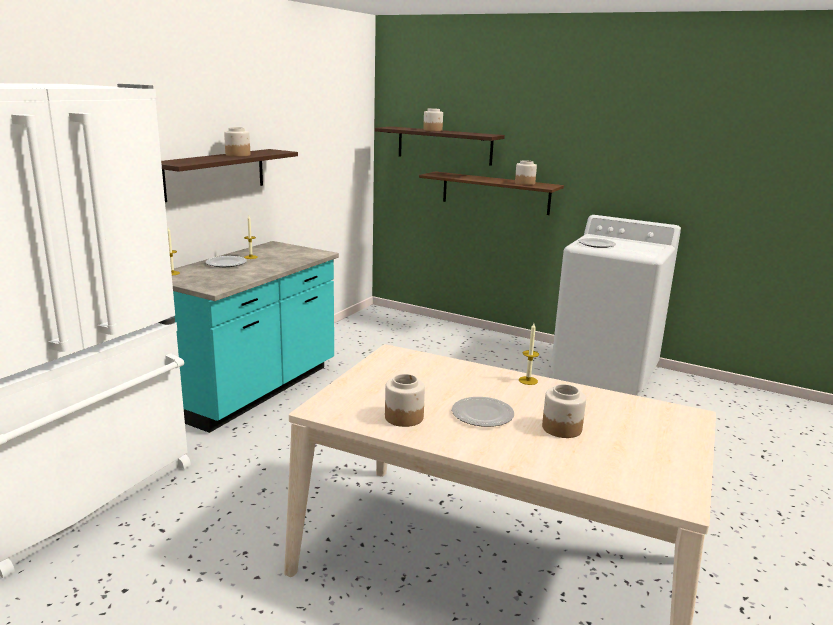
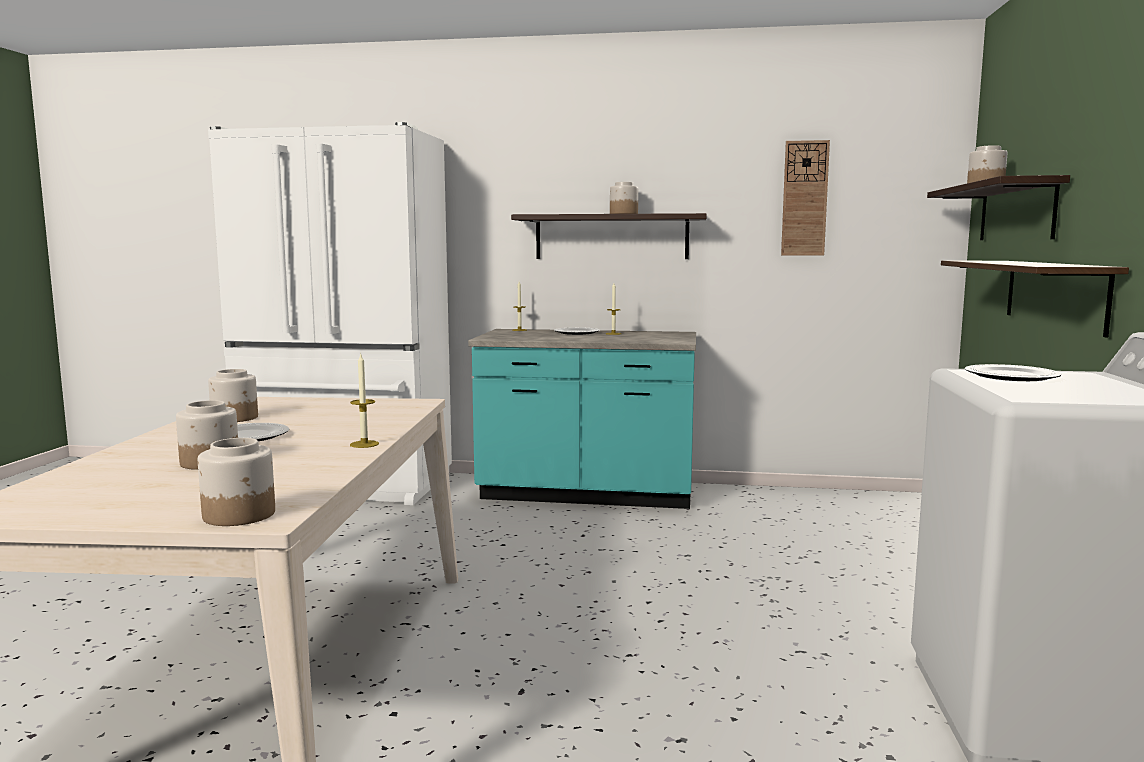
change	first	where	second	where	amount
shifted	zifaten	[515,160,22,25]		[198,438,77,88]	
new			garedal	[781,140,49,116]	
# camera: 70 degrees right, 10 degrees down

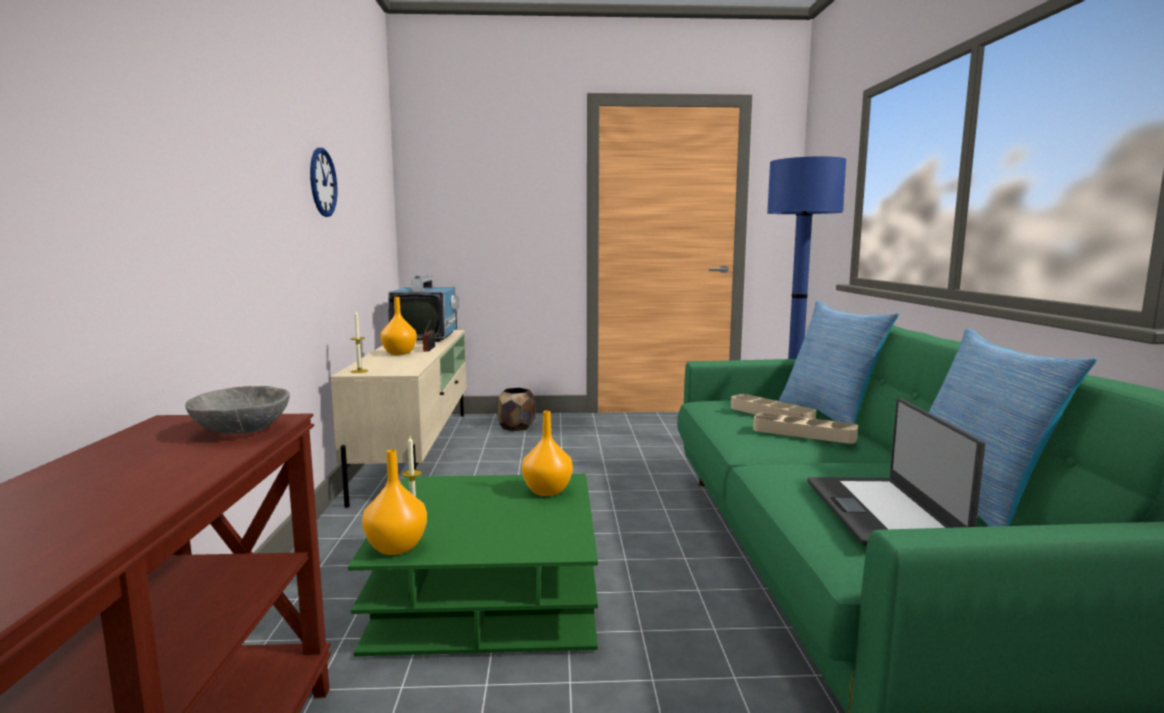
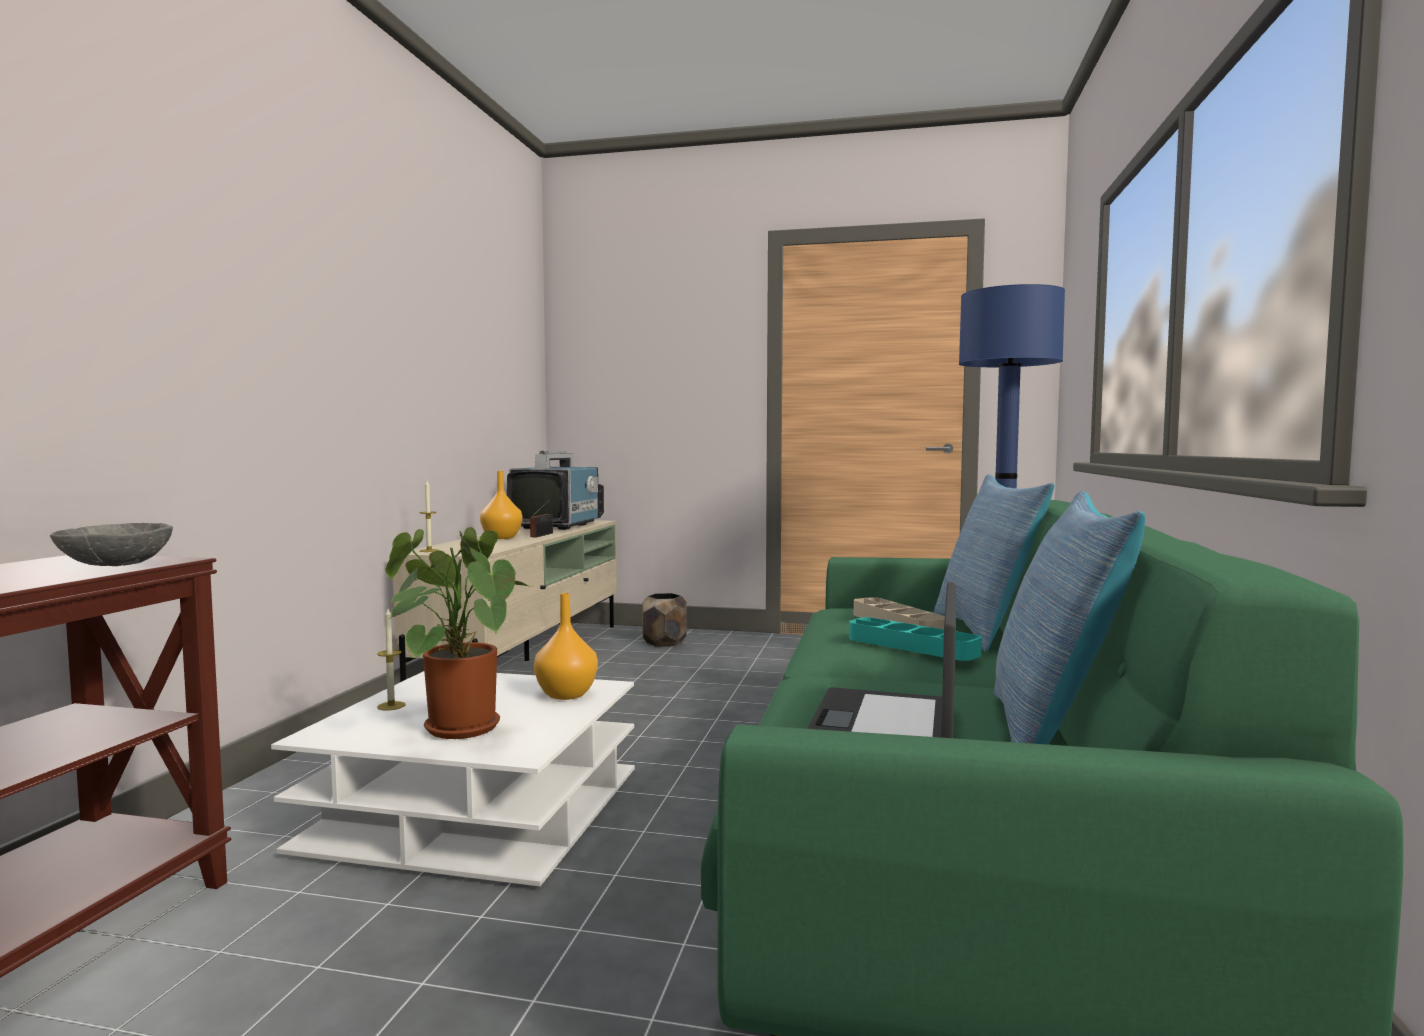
change	first	where	second	where	amount
gone	garedal	[310,148,27,69]			
repainted	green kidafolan	[348,474,250,182]	white kidafolan	[271,671,364,215]	
gone	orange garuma	[362,449,65,106]			
repainted	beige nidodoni	[753,413,105,31]	turquoise nidodoni	[849,617,133,44]	
new			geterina	[385,527,148,212]	
# camera: 15 degrees right, 5 degrees down

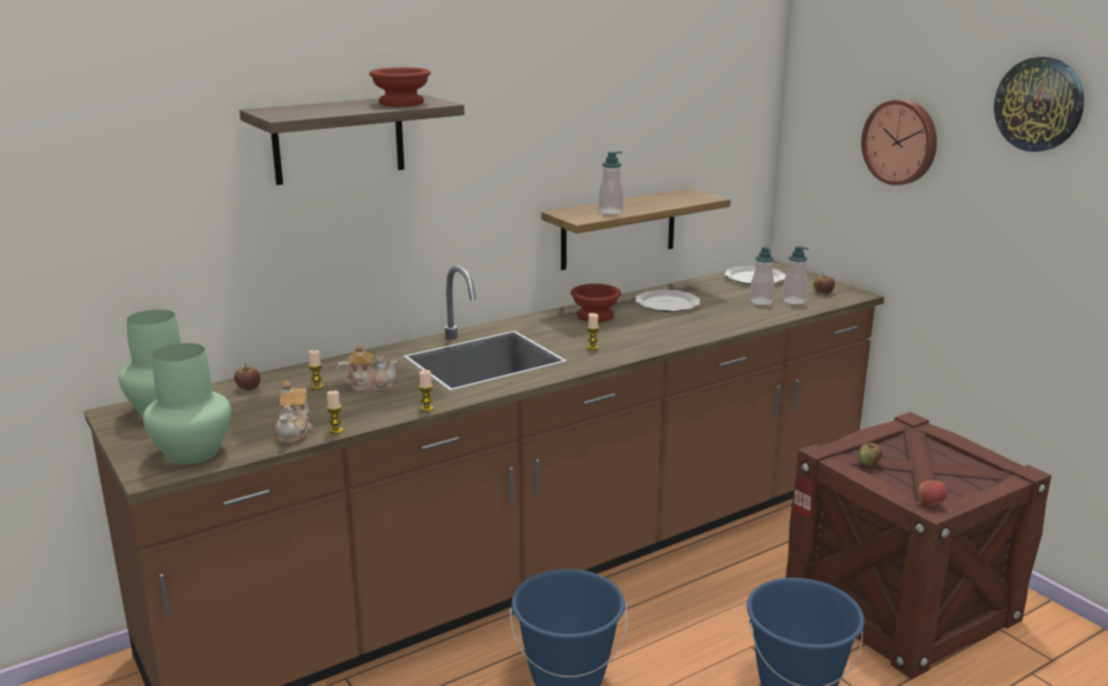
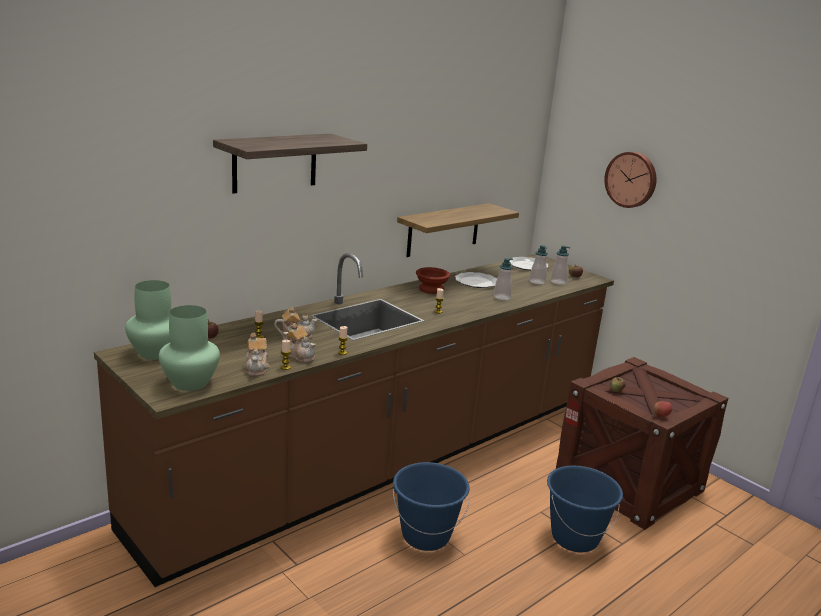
change	first	where	second	where	amount
gone	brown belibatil	[369,67,62,39]			
shifted	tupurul	[598,151,26,63]		[494,258,19,42]	
gone	garedal	[994,57,90,95]			
new			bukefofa	[283,323,33,40]	
# camera: 10 degrees left, 0 degrees up

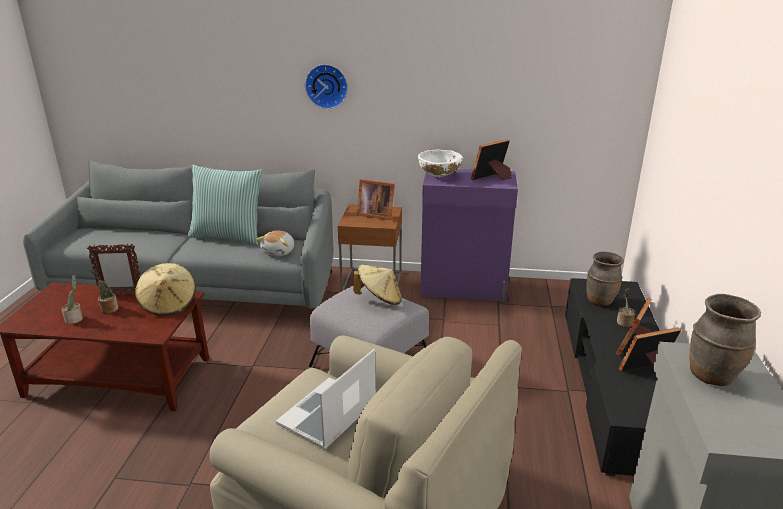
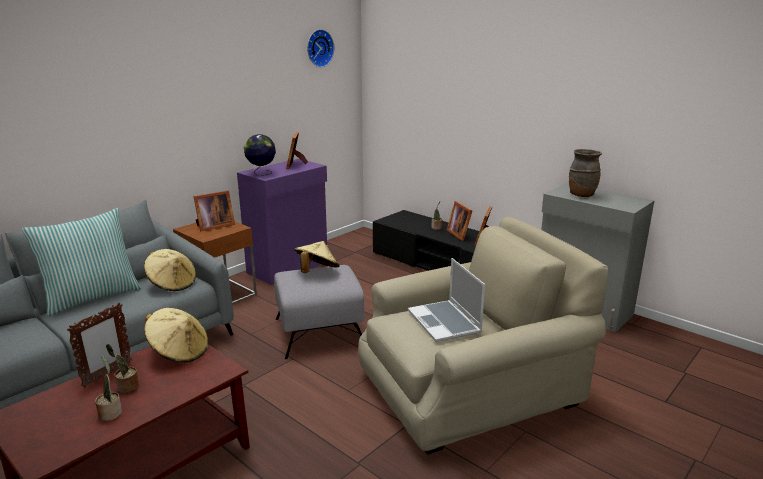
change	first	where	second	where	amount
swapped	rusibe	[256,231,38,25]	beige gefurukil	[144,249,52,42]	
shifted	garedal	[305,64,43,45]		[307,29,27,38]	
swapped	white belibatil	[418,150,45,27]	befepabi	[244,134,32,42]	
gone	brown garuma	[587,251,37,55]			
# camera: 55 degrees left, 5 degrees down

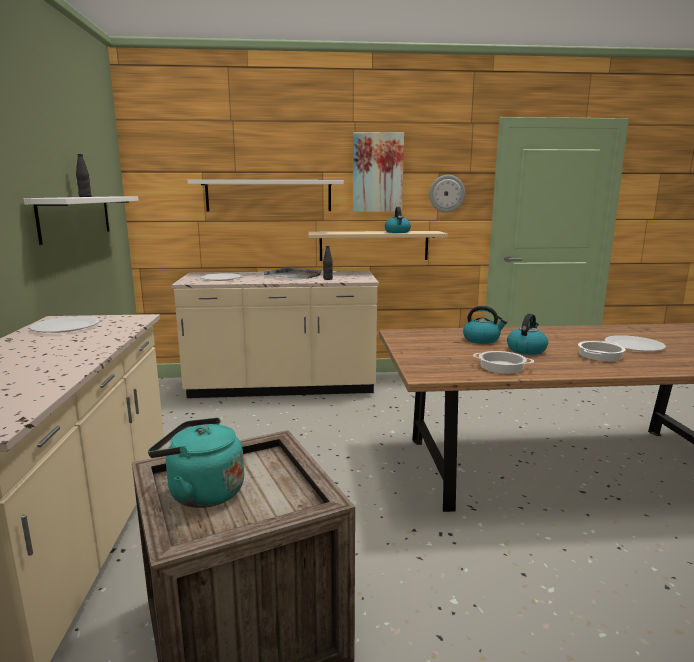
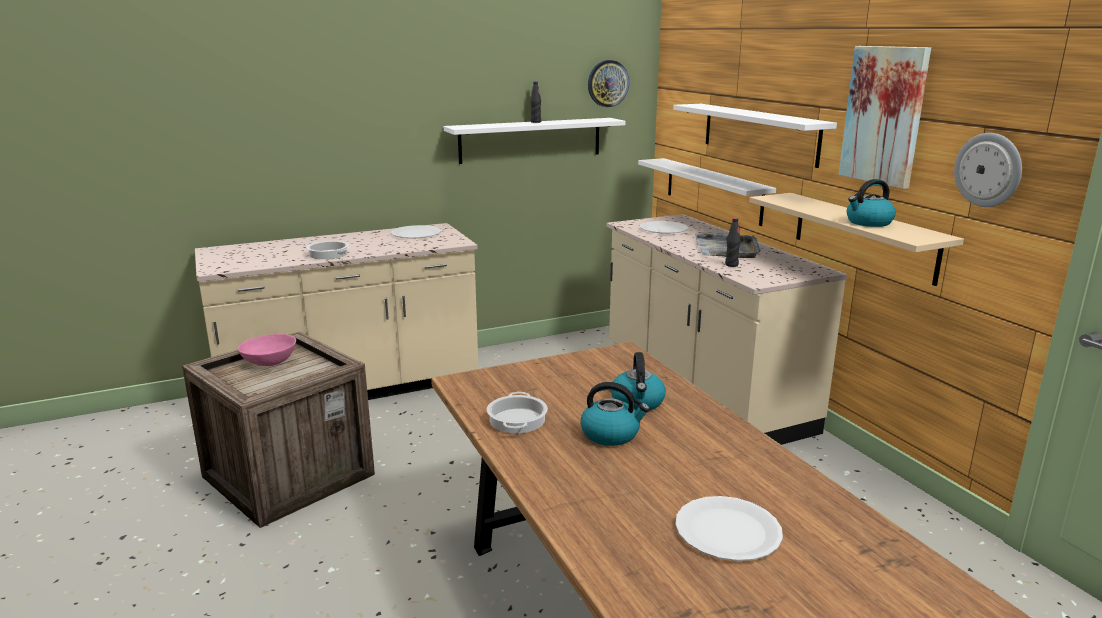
change	first	where	second	where	amount
swapped	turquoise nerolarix	[148,418,96,90]	pink belibatil	[238,334,58,32]	
shifted	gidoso	[578,341,48,20]		[305,241,45,18]	
new			garedal	[588,60,41,47]	
new			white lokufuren	[638,158,138,68]	
# camera: 70 degrees right, 5 degrees up

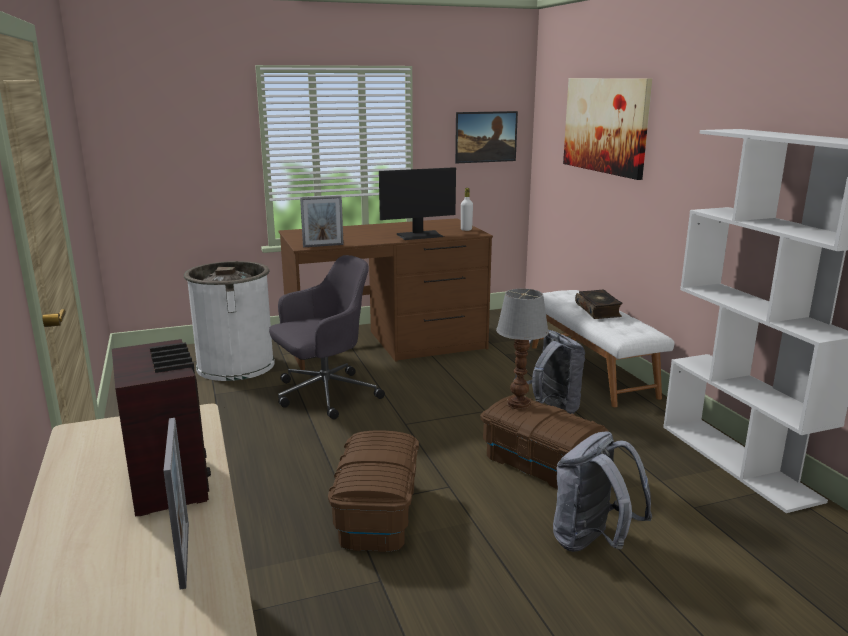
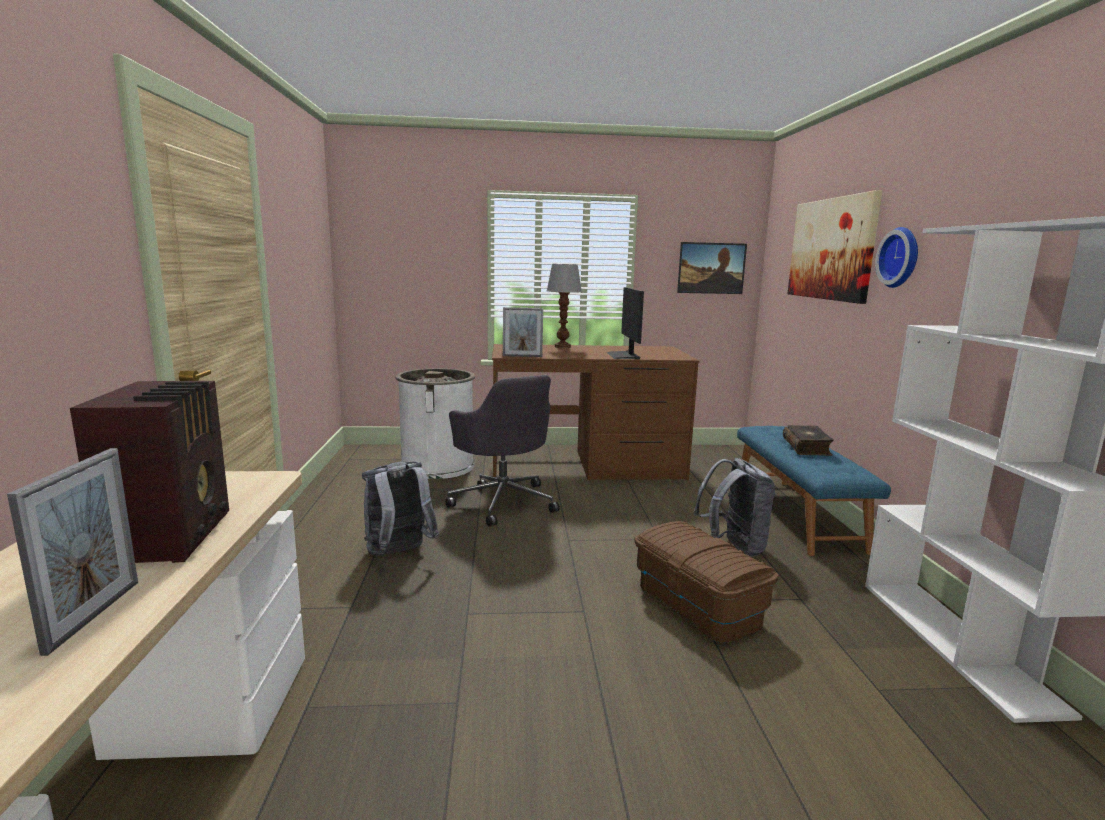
change	first	where	second	where	amount
rotated	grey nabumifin	[269,255,116,165]		[445,375,115,151]	75 degrees clockwise
gone	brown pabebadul	[328,430,91,122]			
rotated	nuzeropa	[379,167,77,73]		[607,287,37,72]	90 degrees clockwise
gone	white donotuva	[461,188,12,43]			
shifted	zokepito	[496,289,53,121]		[546,264,36,84]	
repainted	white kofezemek	[532,290,143,117]	blue kofezemek	[737,426,154,130]	
shifted	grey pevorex	[553,431,99,121]		[362,462,78,94]	
new			garedal	[875,227,43,61]	
# camera: 15 degrees right, 5 degrees down

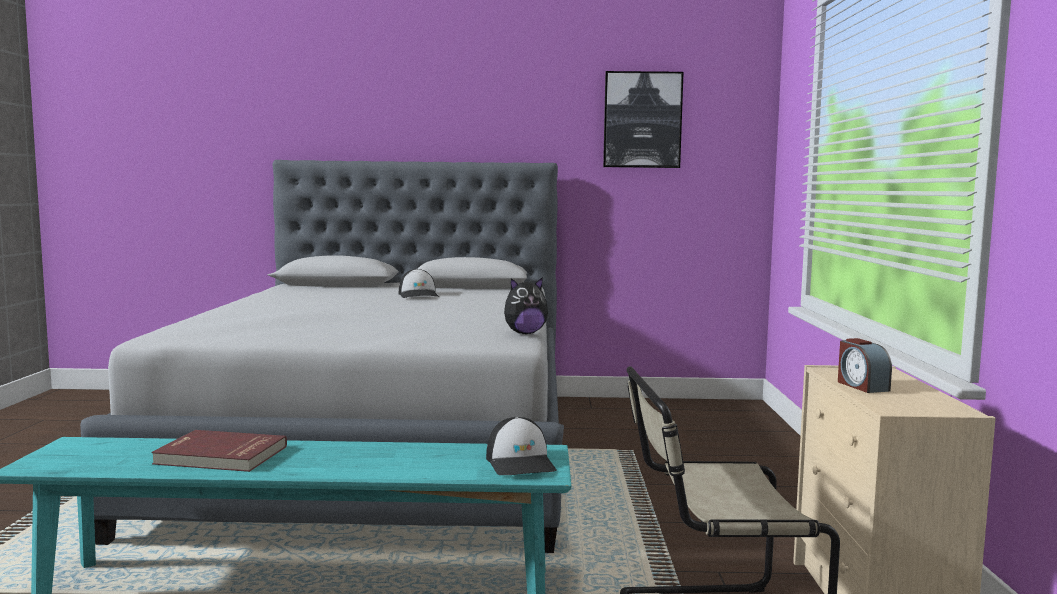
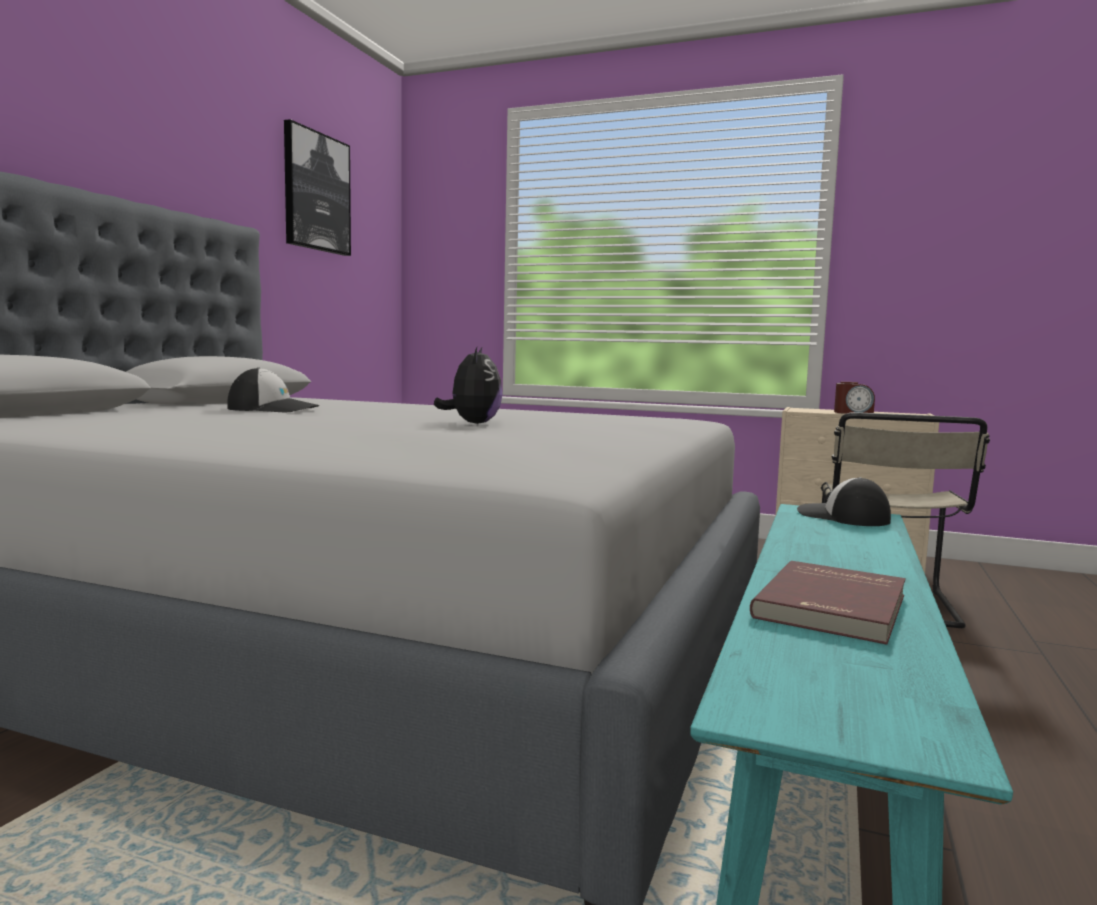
change	first	where	second	where	amount
rotated	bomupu	[486,417,71,58]		[797,477,94,49]	135 degrees counterclockwise
shifted	rusibe	[504,277,44,57]		[434,347,68,77]	
# camera: 70 degrees left, 0 degrees up

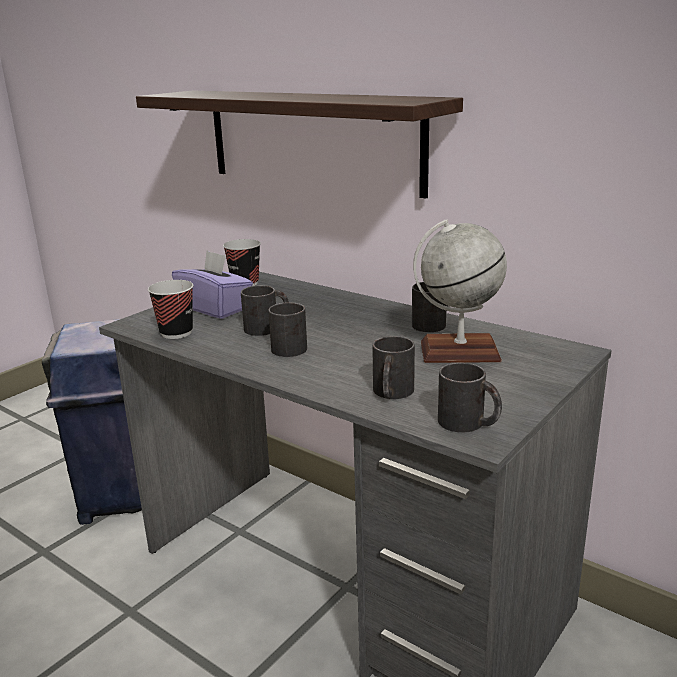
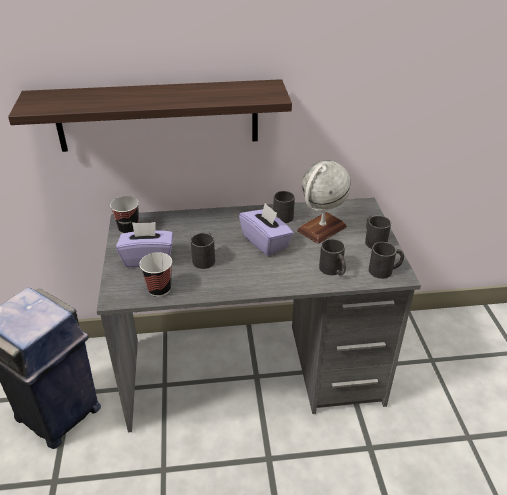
change	first	where	second	where	amount
shifted	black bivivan	[268,302,39,55]		[365,215,26,34]	
new			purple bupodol	[239,203,55,53]	
# camera: 45 degrees left, 15 degrees up

